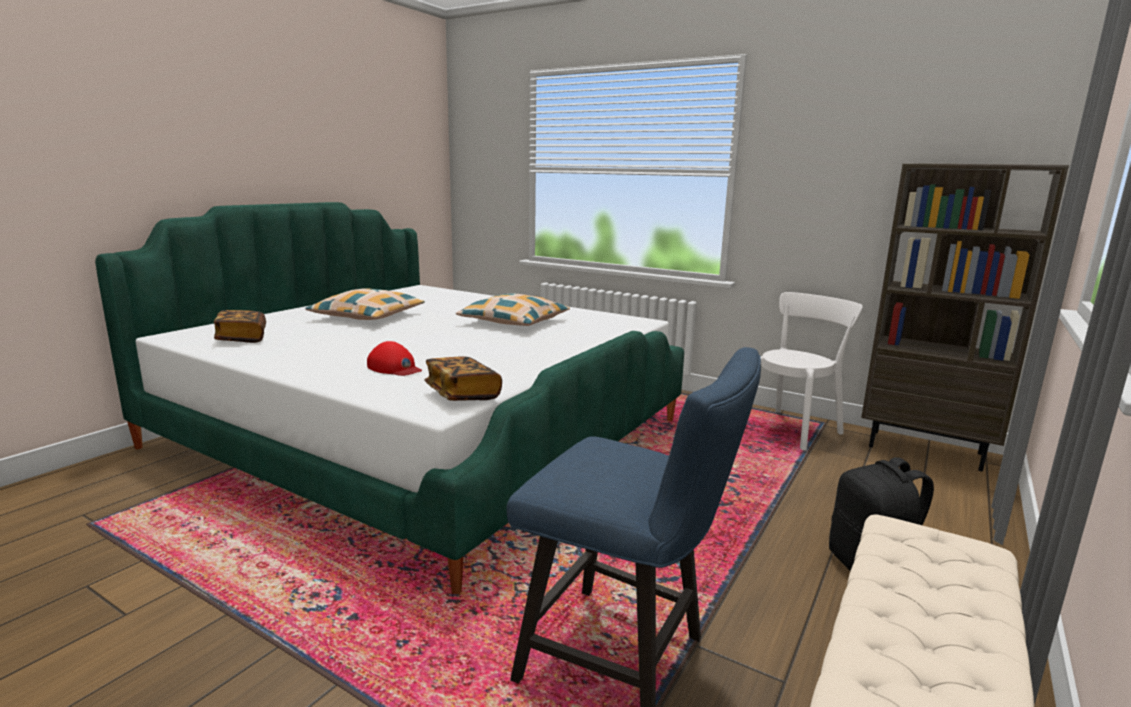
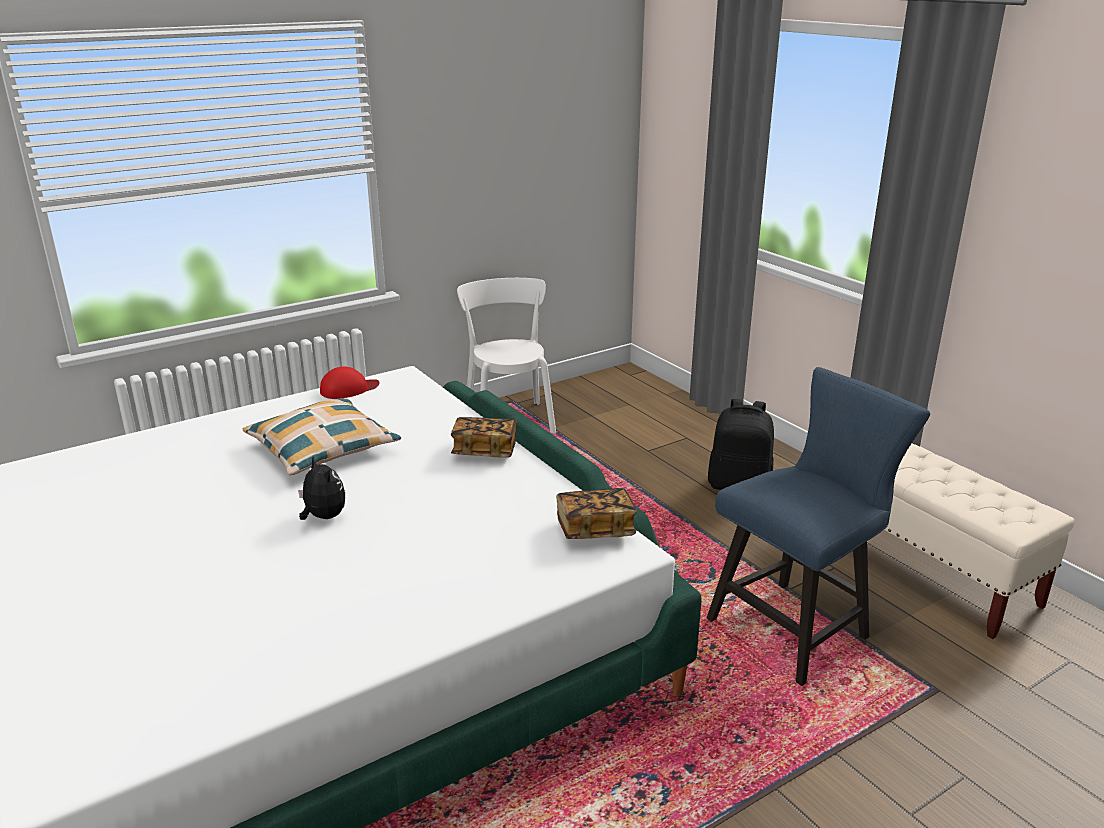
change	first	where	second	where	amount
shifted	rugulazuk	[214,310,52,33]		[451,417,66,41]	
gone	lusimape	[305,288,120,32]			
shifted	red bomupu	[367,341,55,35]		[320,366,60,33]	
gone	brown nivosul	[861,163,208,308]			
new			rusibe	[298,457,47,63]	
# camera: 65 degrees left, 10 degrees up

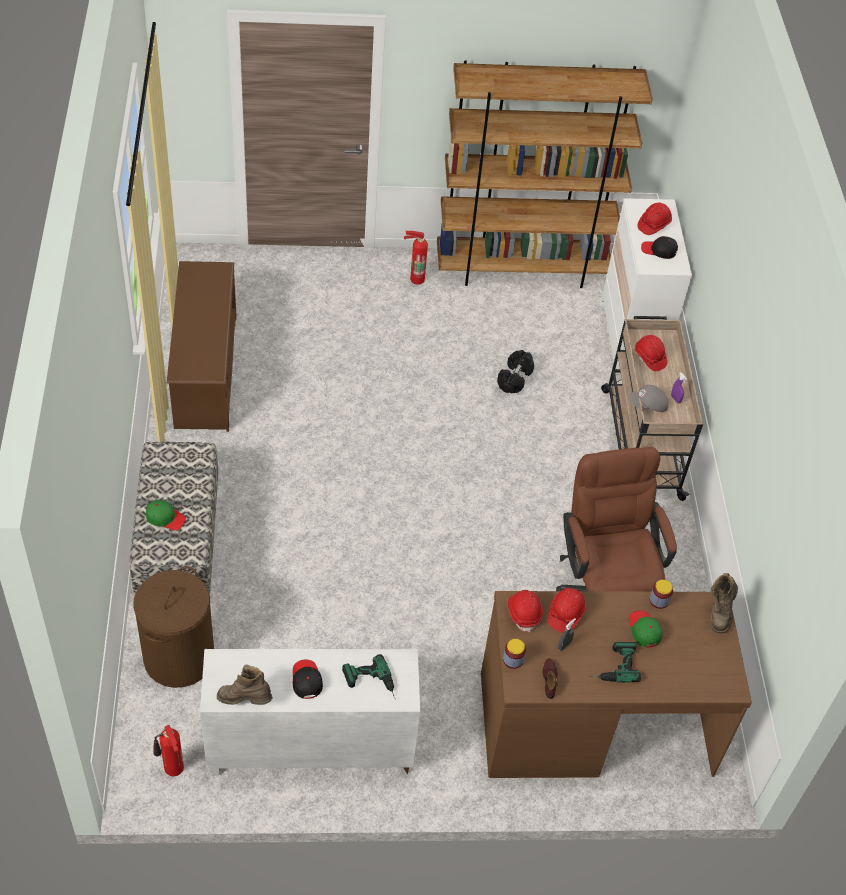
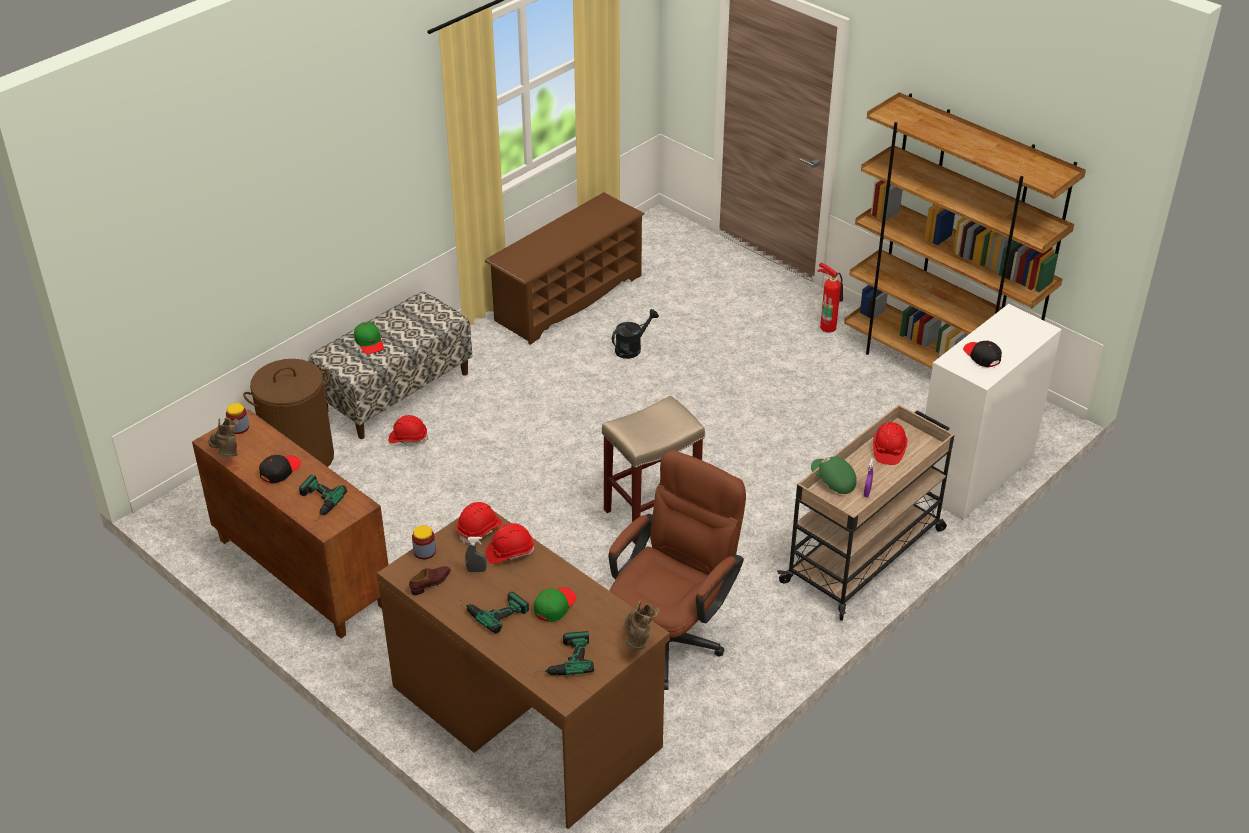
change	first	where	second	where	amount
gone	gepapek	[153,725,31,51]			
repainted	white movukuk	[200,649,220,126]	brown movukuk	[192,409,196,230]	
gone	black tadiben	[497,350,37,43]			
repainted	grey bomupu	[629,385,40,27]	green bomupu	[811,456,46,38]	
shifted	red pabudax	[637,203,35,32]		[388,415,40,29]	
shifted	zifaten	[650,579,23,30]		[226,403,23,31]	
rotated	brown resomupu	[710,573,28,60]		[625,601,35,49]	120 degrees clockwise
new			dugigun	[535,631,59,44]	
new			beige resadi	[602,396,103,149]	
new			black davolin	[612,309,47,50]	
# camera: 50 degrees right, 10 degrees down

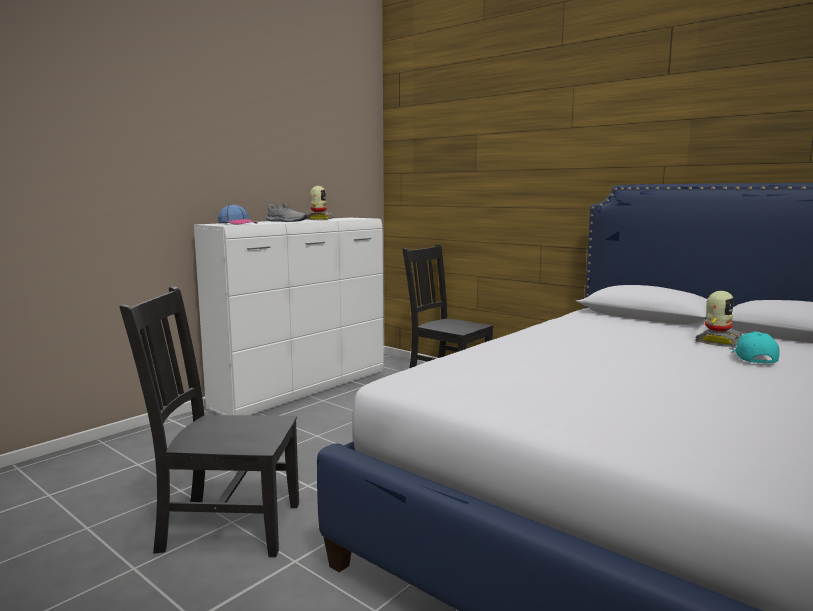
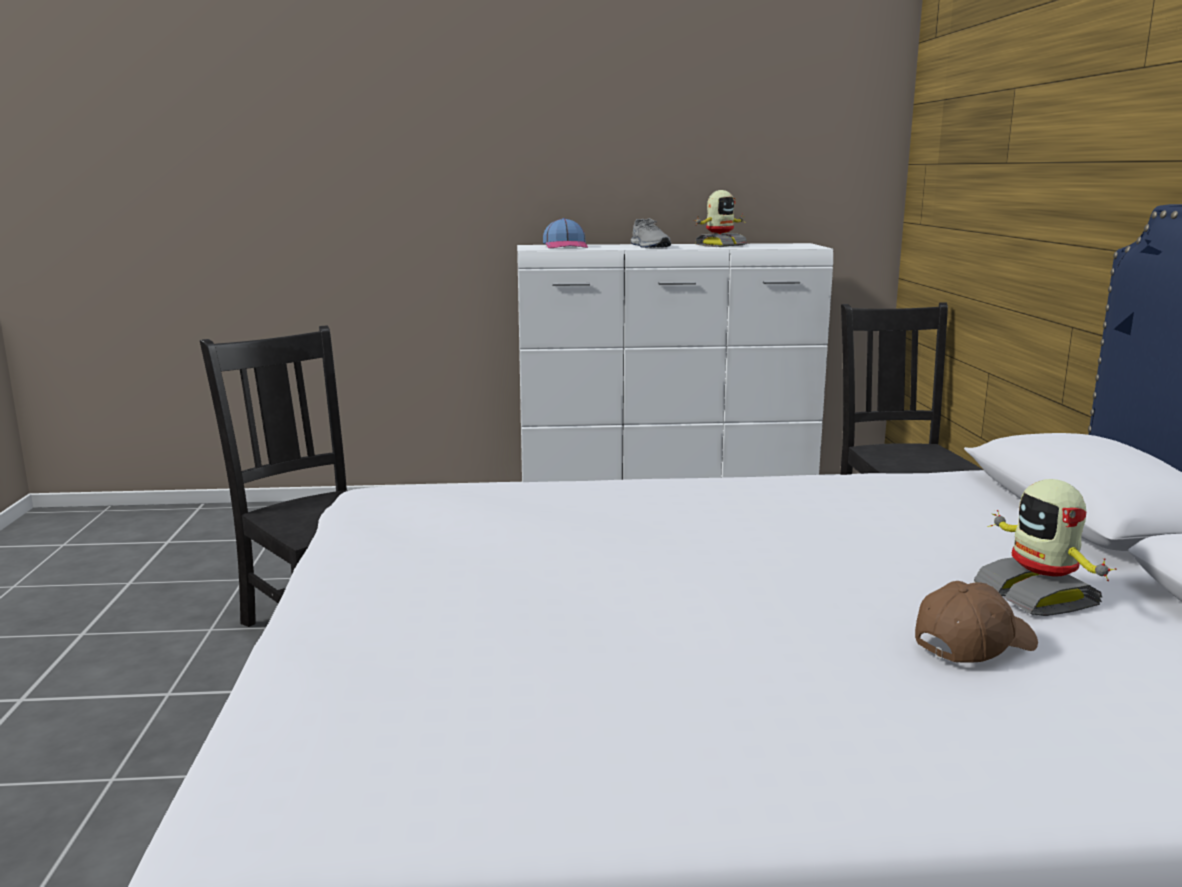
change	first	where	second	where	amount
rotated	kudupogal	[695,291,47,56]		[974,479,142,137]	75 degrees clockwise
repainted	turquoise bomupu	[731,331,48,33]	brown bomupu	[915,581,123,82]	
# camera: 45 degrees right, 5 degrees up

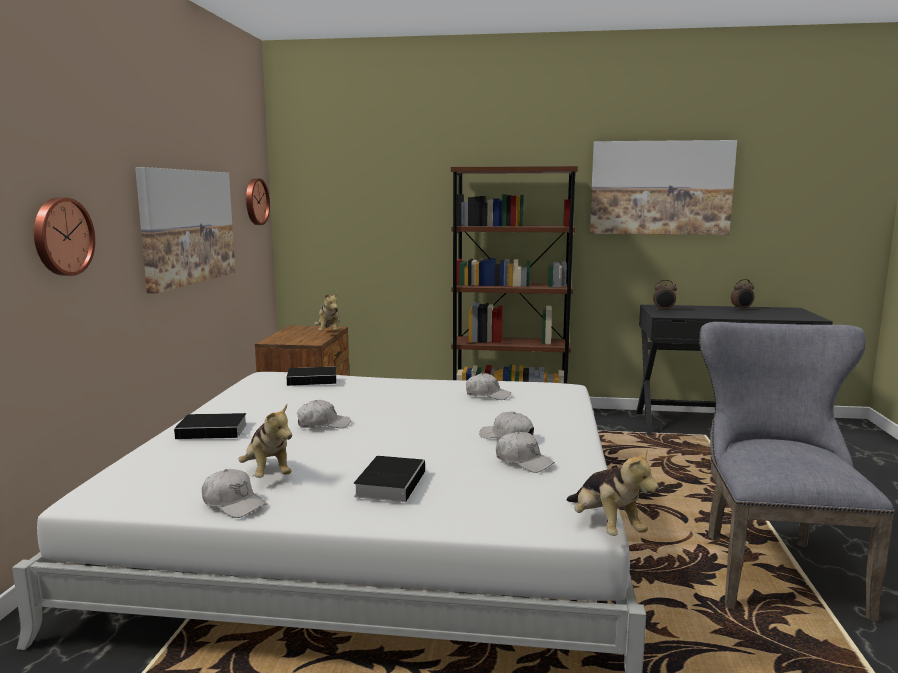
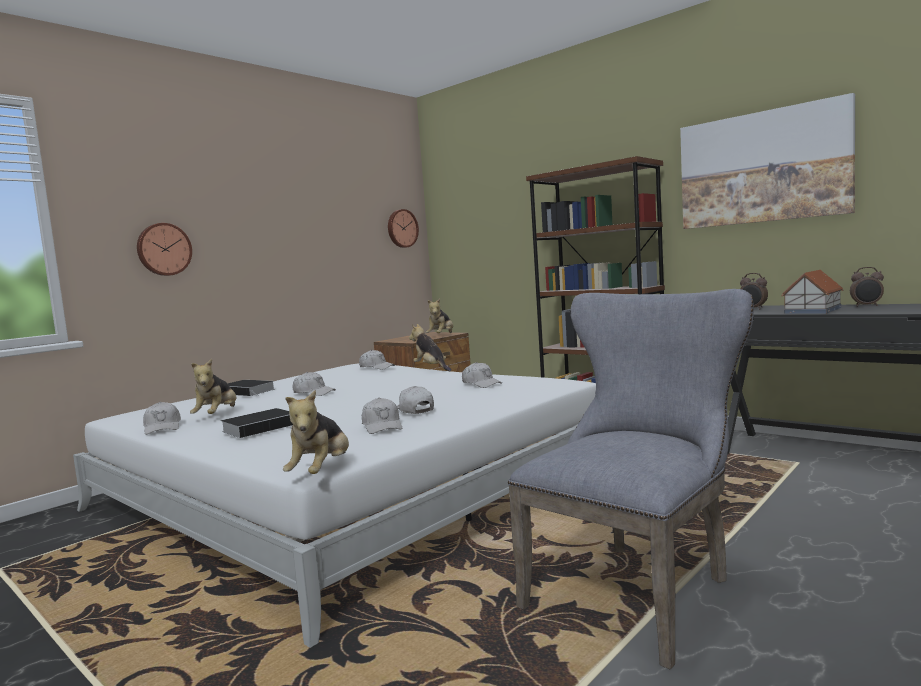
change	first	where	second	where	amount
gone	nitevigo	[135,167,100,127]			
swapped	rugulazuk	[287,367,59,19]	white bomupu	[359,350,36,19]	
new			rusibe	[409,324,42,47]	
new			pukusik	[781,270,62,44]	
# camera: 35 degrees right, 5 degrees down

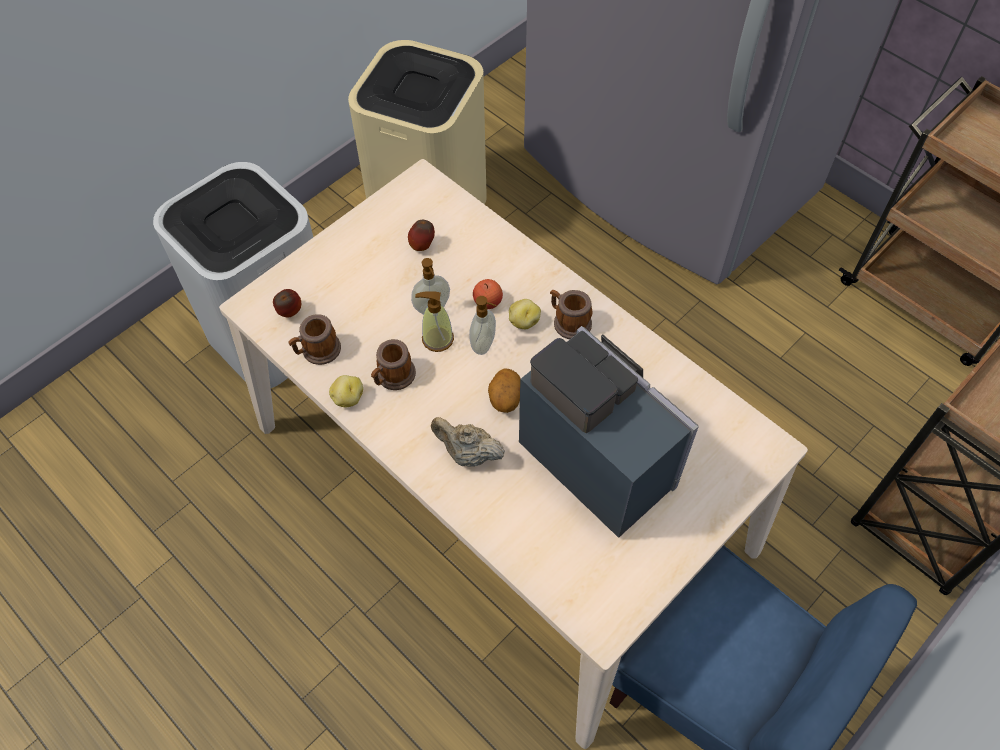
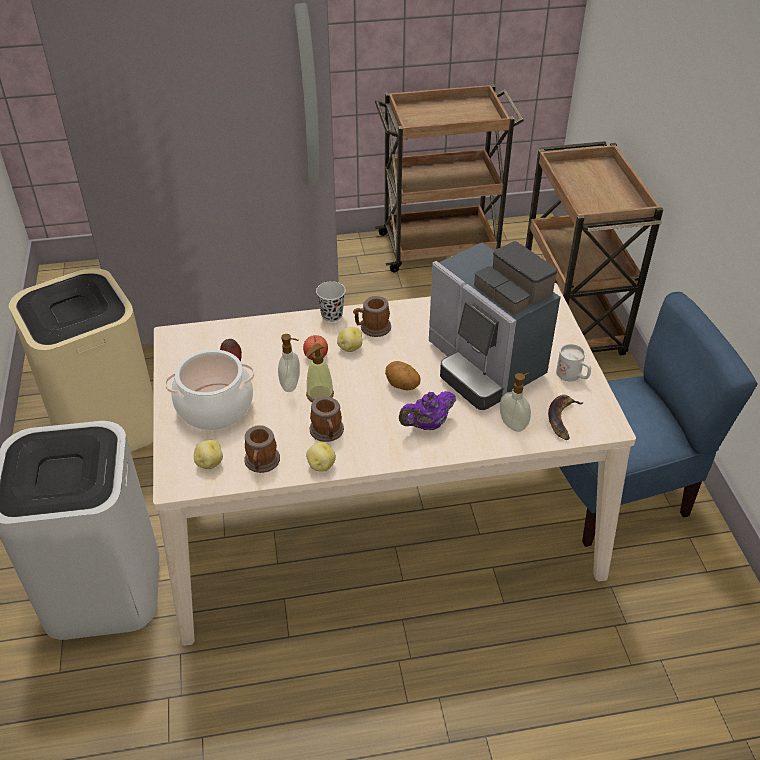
change	first	where	second	where	amount
swapped	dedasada	[273,289,28,28]	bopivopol	[194,440,29,29]	
repainted	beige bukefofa	[431,417,74,50]	purple bukefofa	[399,391,57,39]	
shifted	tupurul	[469,296,27,59]		[500,373,31,59]	
rotated	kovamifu	[519,326,180,212]		[429,241,132,169]	120 degrees counterclockwise
new			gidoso	[165,349,89,81]	
new			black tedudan	[316,281,30,41]	
new			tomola	[548,395,36,45]	
new			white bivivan	[556,344,35,38]	
# camera: 55 degrees left, 15 degrees down

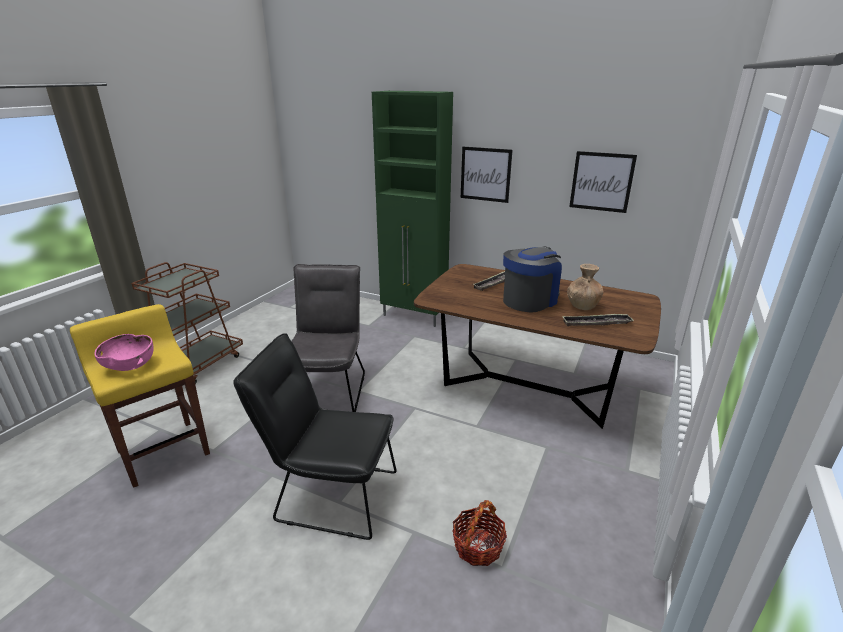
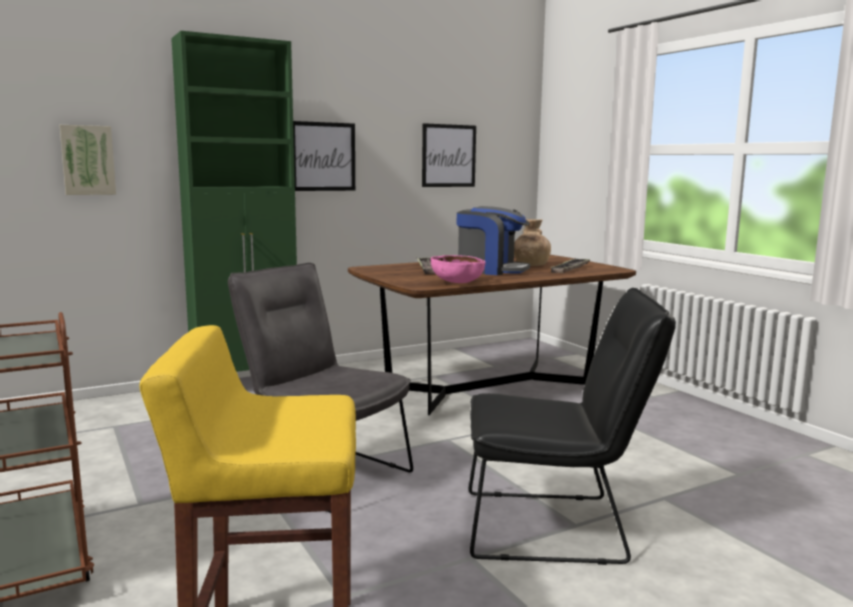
change	first	where	second	where	amount
shifted	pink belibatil	[95,334,58,37]		[431,255,55,28]	
rotated	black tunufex	[233,333,164,207]		[469,288,207,277]	135 degrees counterclockwise
gone	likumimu	[452,500,55,66]			
rotated	kovamifu	[503,246,59,67]		[457,206,73,69]	120 degrees clockwise
new			nitevigo	[60,125,56,70]	
# camera: 55 degrees left, 15 degrees down

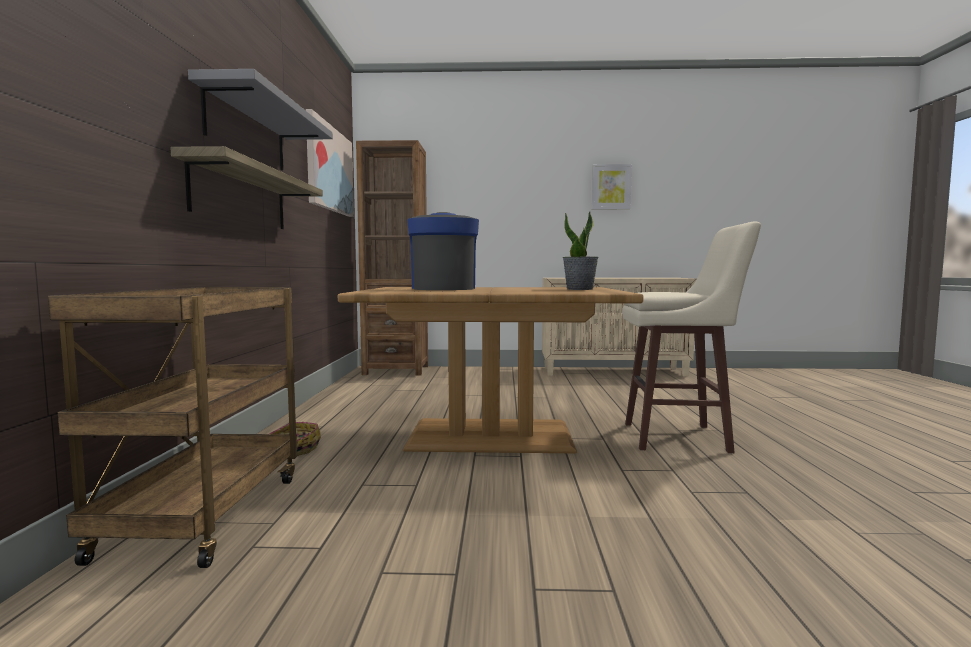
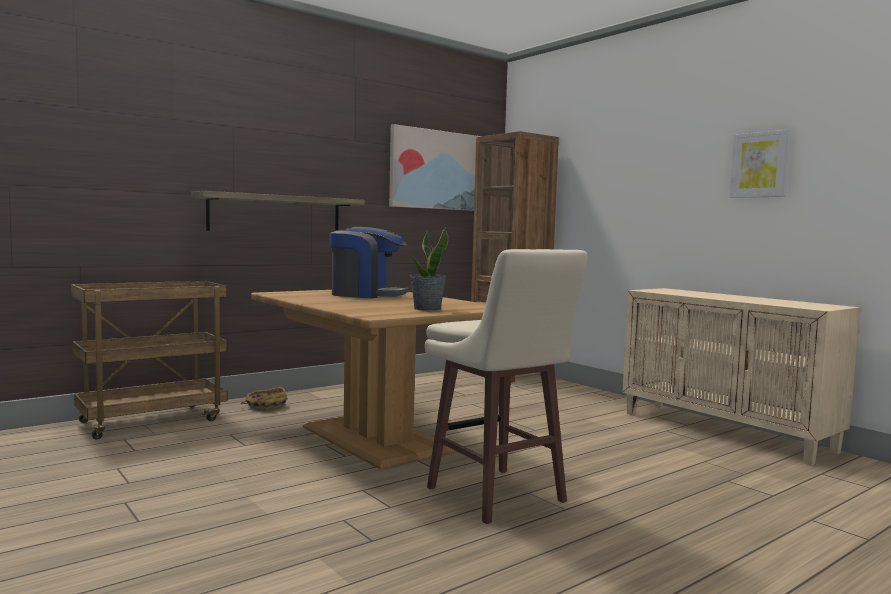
change	first	where	second	where	amount
gone	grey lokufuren	[188,69,145,101]			
rotated	kovamifu	[407,212,72,78]		[329,227,80,71]	60 degrees clockwise
# camera: 50 degrees right, 0 degrees up

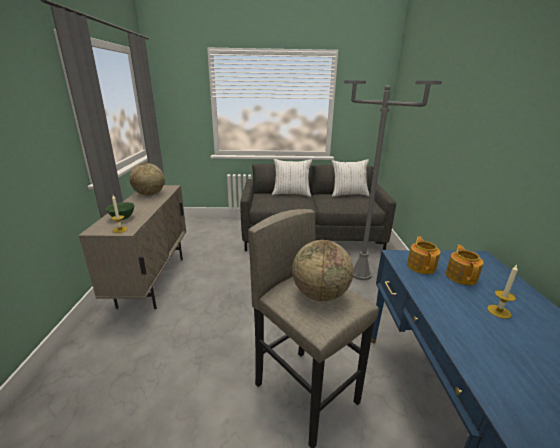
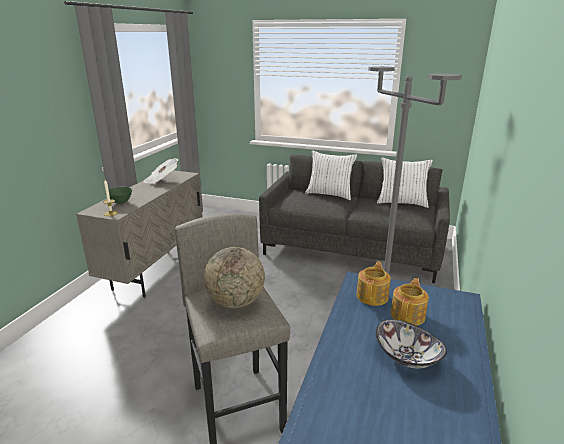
change	first	where	second	where	amount
swapped	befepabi	[129,163,36,33]	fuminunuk	[143,158,35,26]	
swapped	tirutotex	[487,265,31,54]	belibatil	[376,319,71,49]	
# camera: 20 degrees right, 0 degrees up

